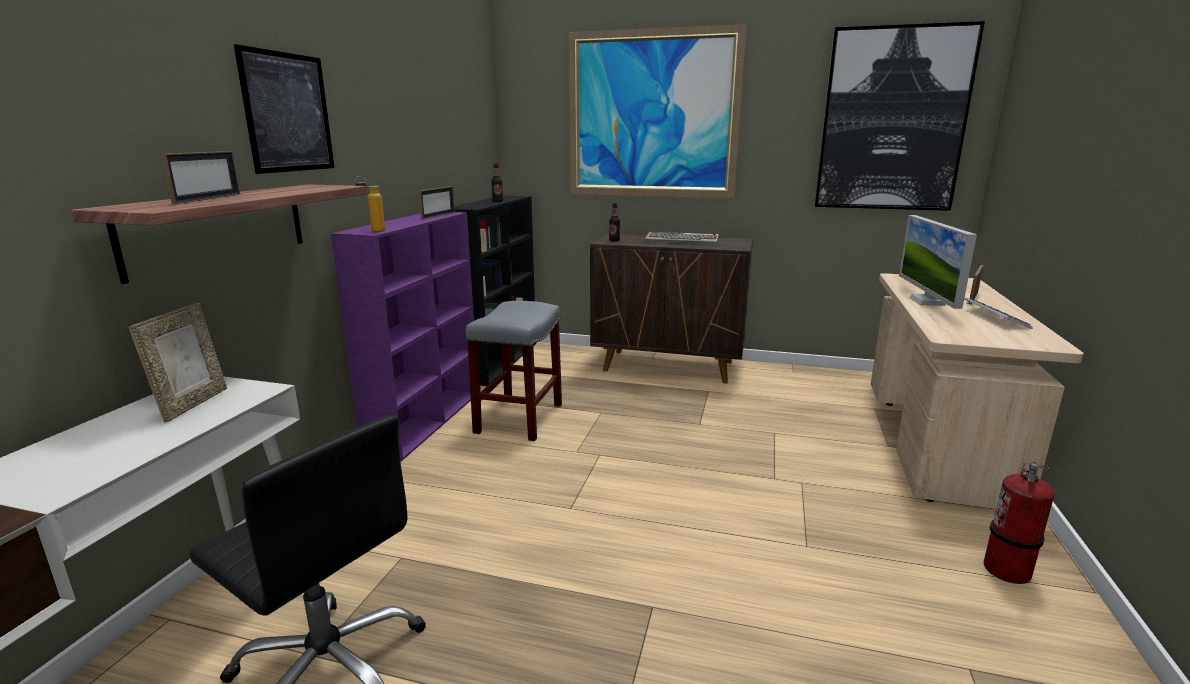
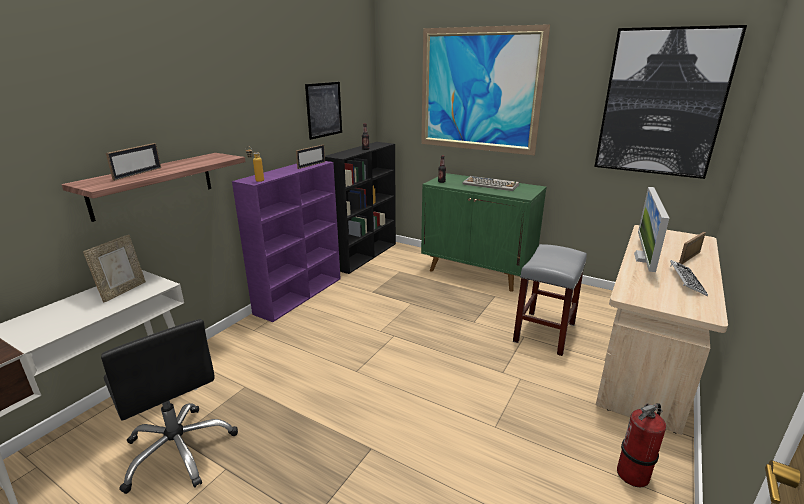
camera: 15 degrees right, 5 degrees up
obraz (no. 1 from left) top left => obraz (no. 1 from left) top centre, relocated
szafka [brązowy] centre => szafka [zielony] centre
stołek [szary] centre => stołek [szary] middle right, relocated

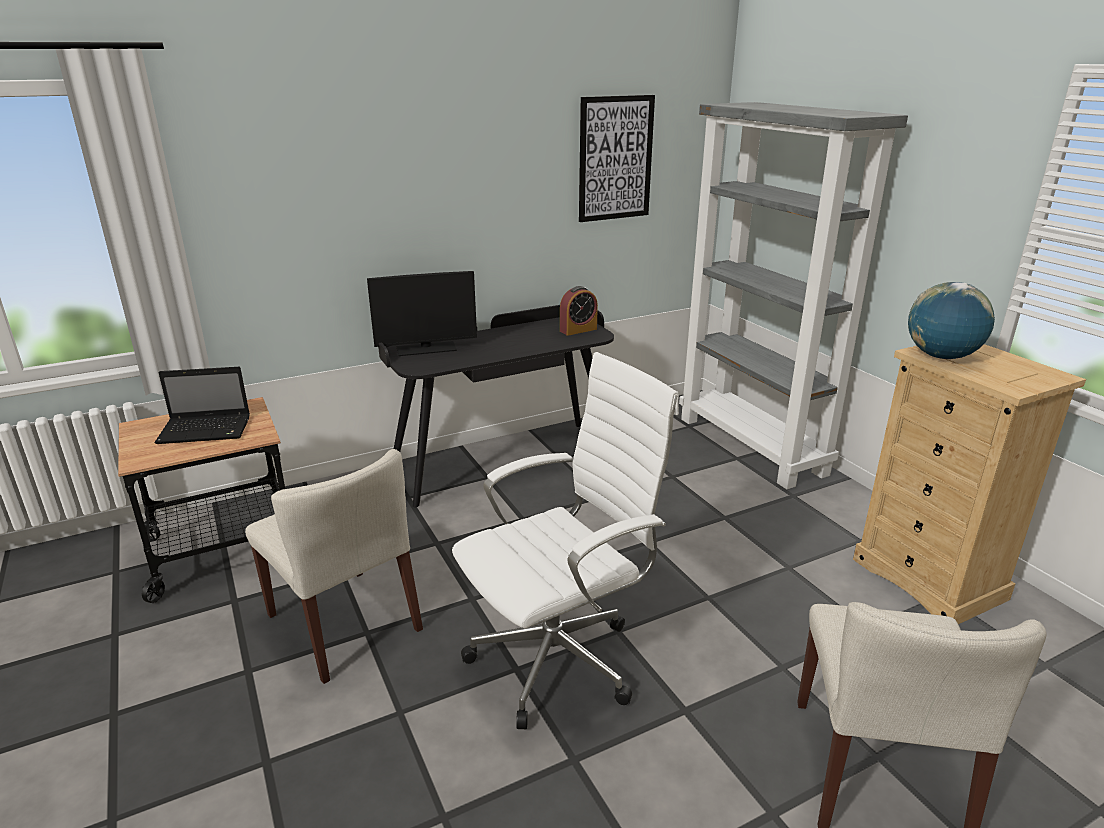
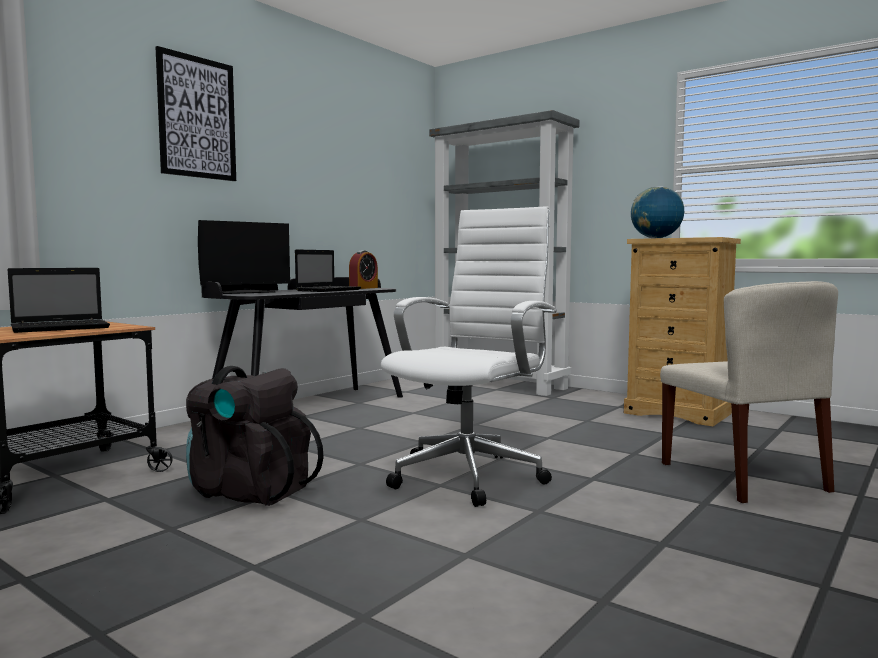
camera: 25 degrees left, 20 degrees down
obraz top centre => obraz top left, relocated
krzesło [beżowy] (no. 1 from left) bottom left => plecak [czarny] middle left
nothing => laptop (no. 2 from left) centre

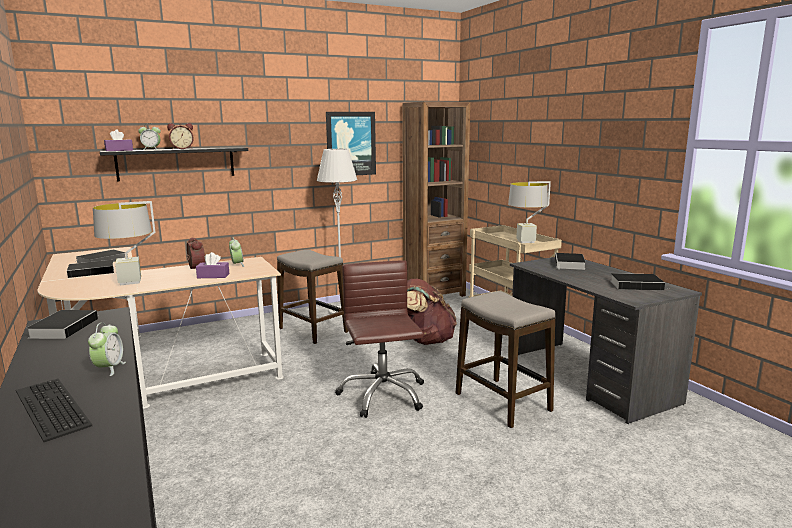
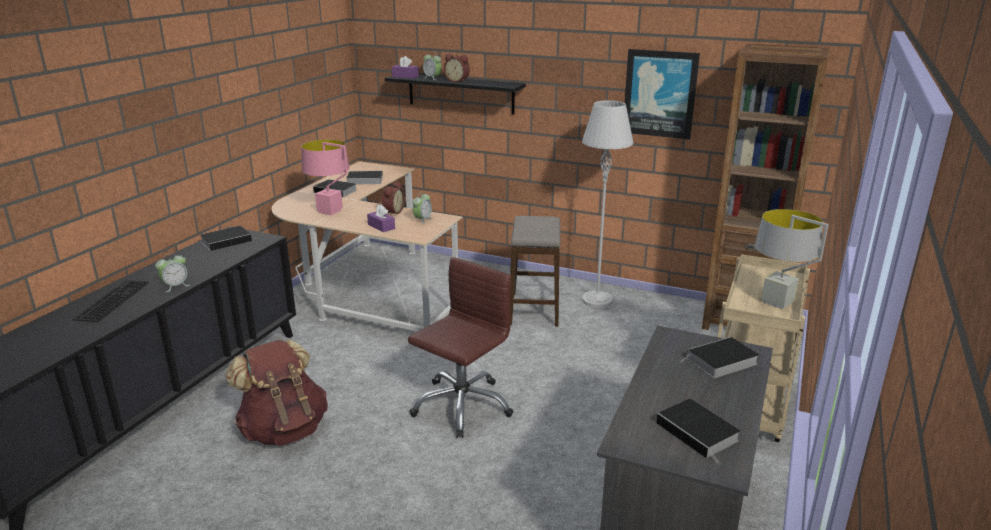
camera: 50 degrees right, 10 degrees up
lampa stołowa [szary] (no. 1 from left) middle left => lampa stołowa [różowy] middle left
plecak [brązowy] centre => plecak [brązowy] bottom left, relocated
stołek (no. 2 from left) bottom centre => nothing

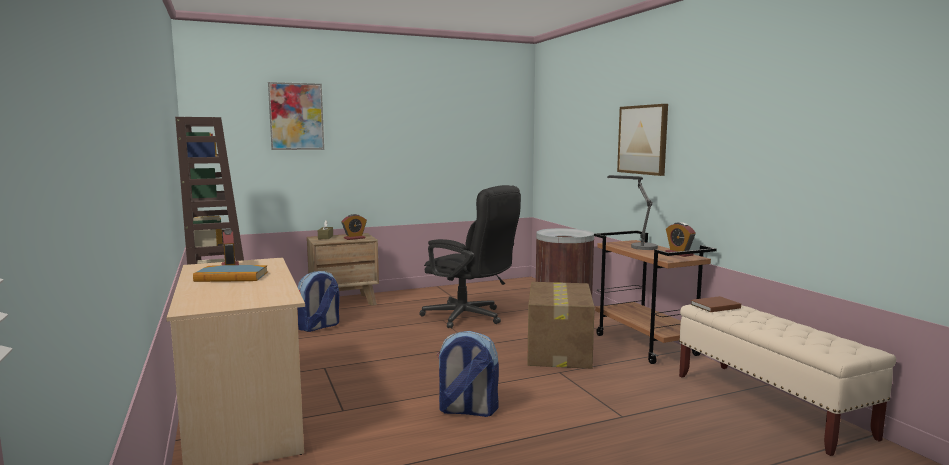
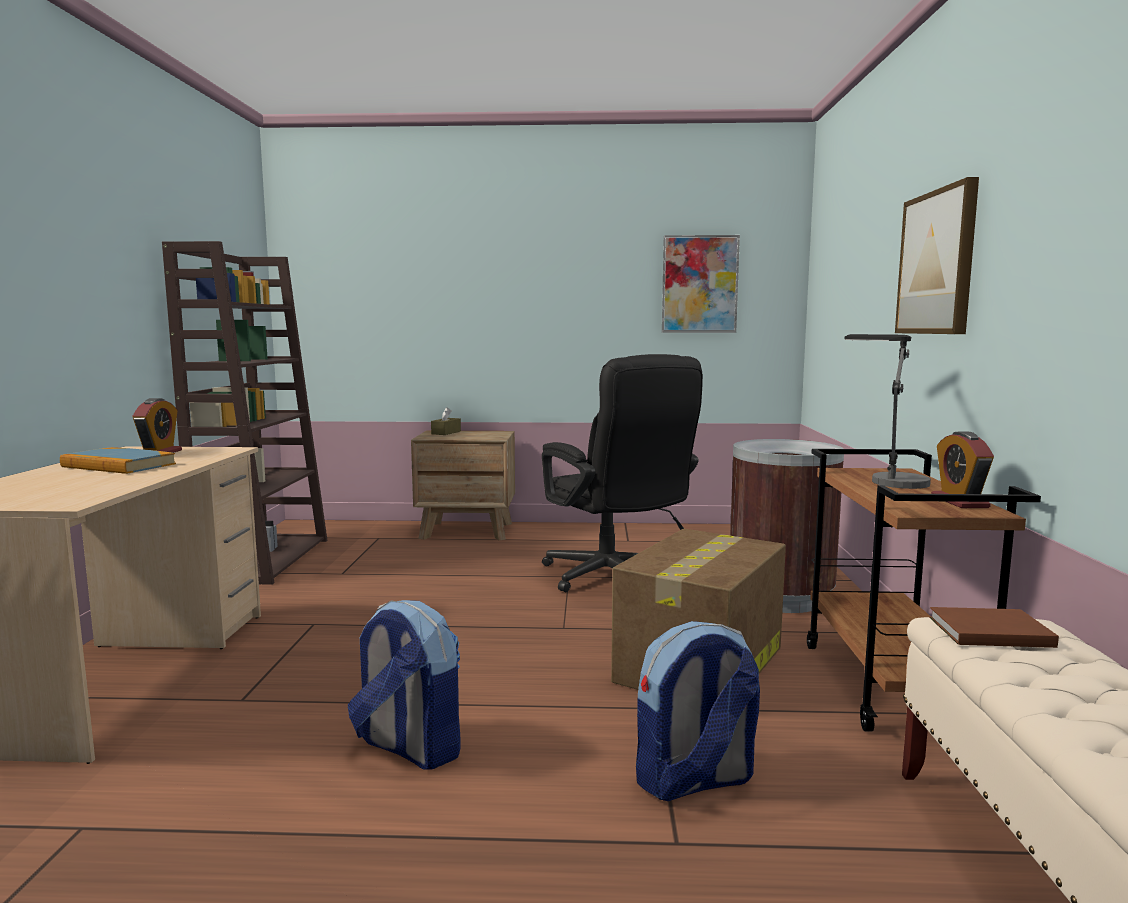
camera: 25 degrees right, 0 degrees up
obraz (no. 1 from left) top left => obraz (no. 1 from left) top centre, relocated
budzik (no. 2 from left) centre => nothing
plecak (no. 1 from left in the first image) centre => plecak (no. 2 from left) bottom centre, relocated

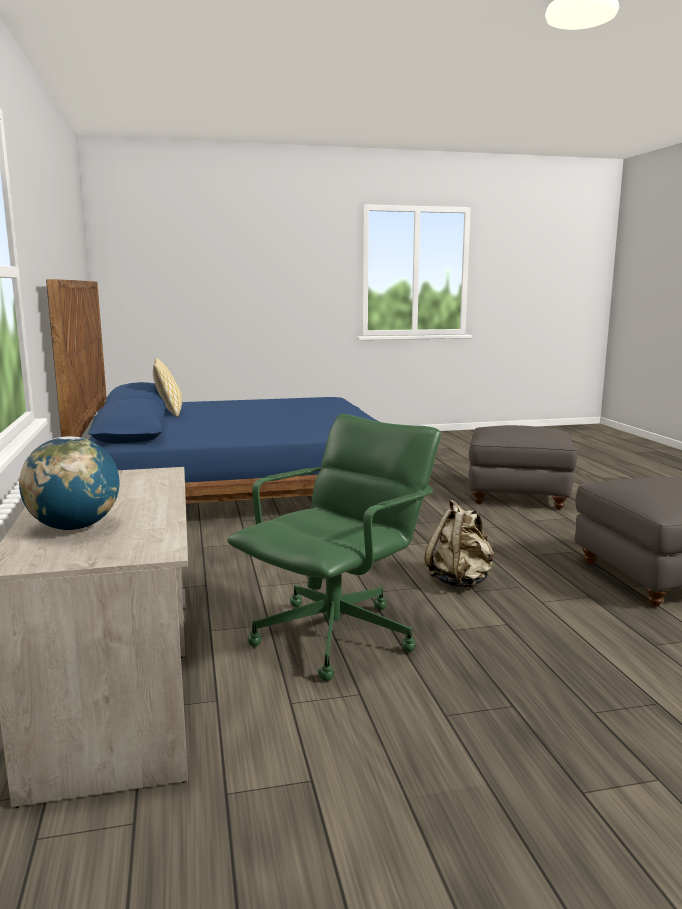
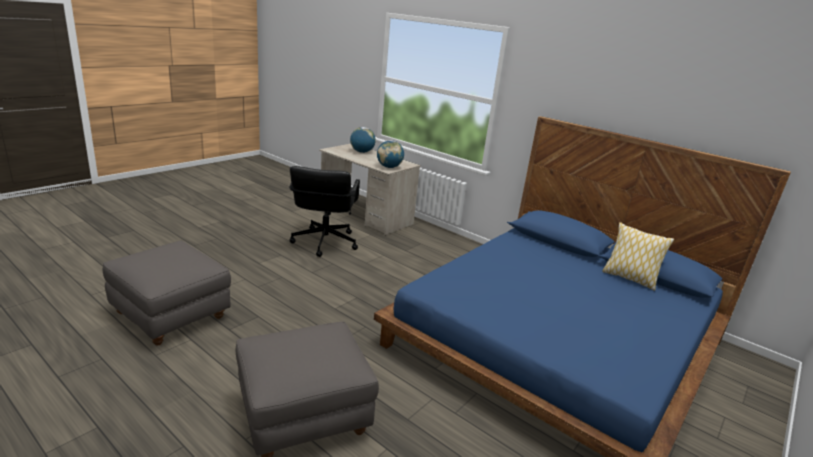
camera: 140 degrees right, 10 degrees up
krzesło biurowe [zielony] centre => krzesło biurowe [czarny] centre
plecak [beżowy] middle right => nothing
nothing => globus (no. 2 from left) centre

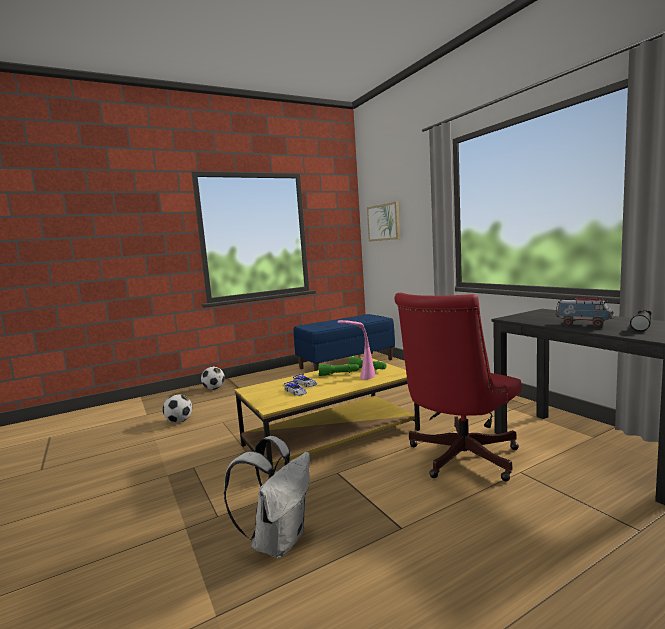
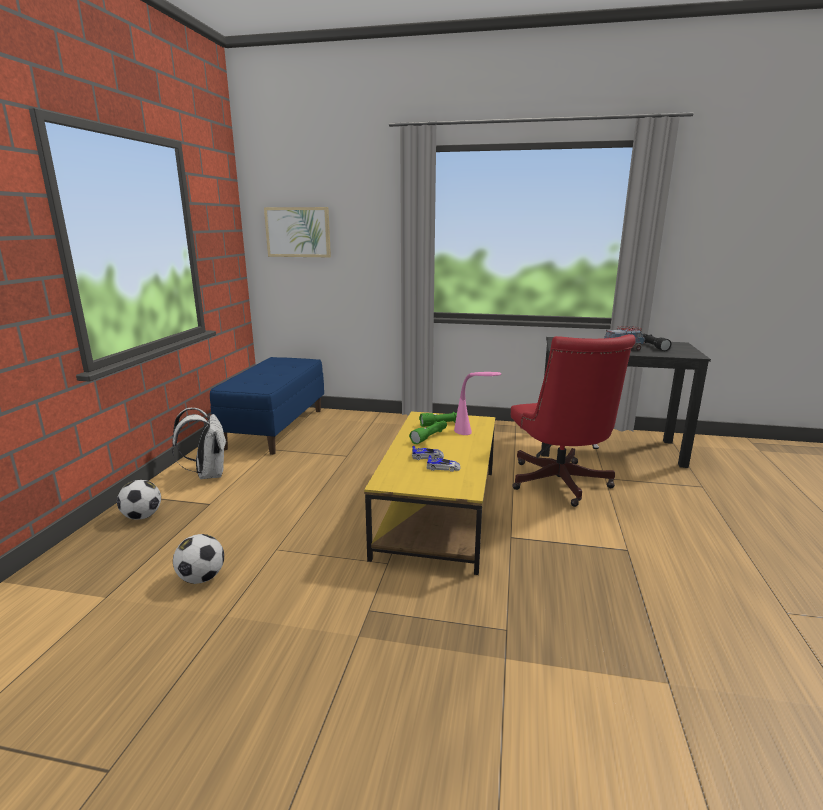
camera: 50 degrees left, 10 degrees up
plecak [biały] bottom centre => plecak [biały] middle left, relocated

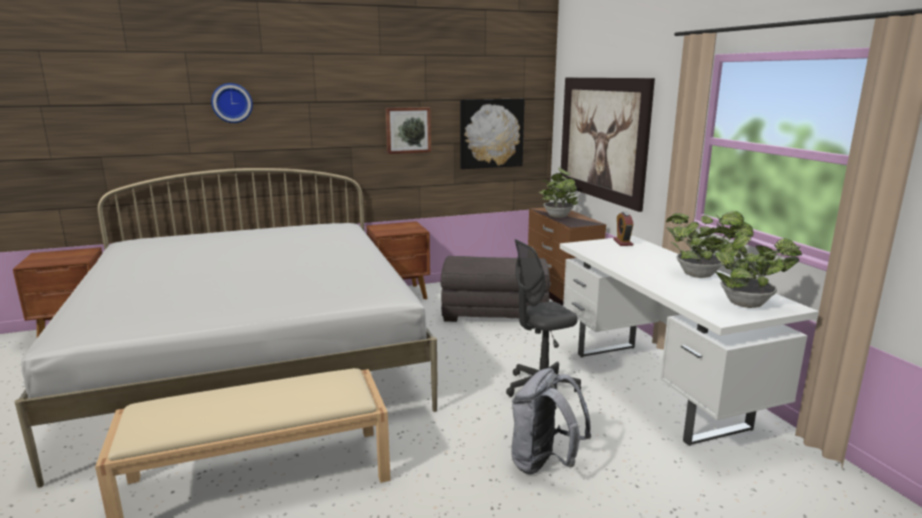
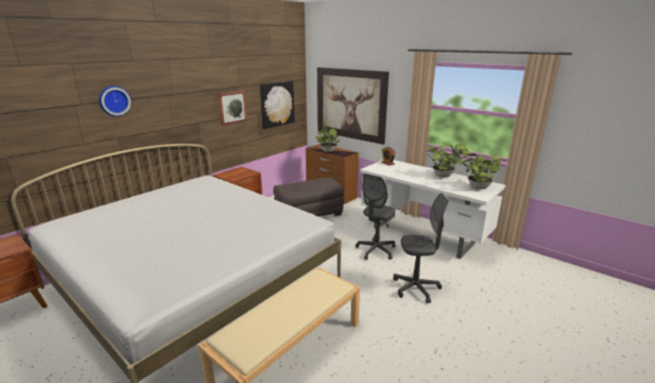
camera: 30 degrees left, 5 degrees up
plecak [szary] bottom centre => krzesło biurowe [szary] (no. 2 from left) centre

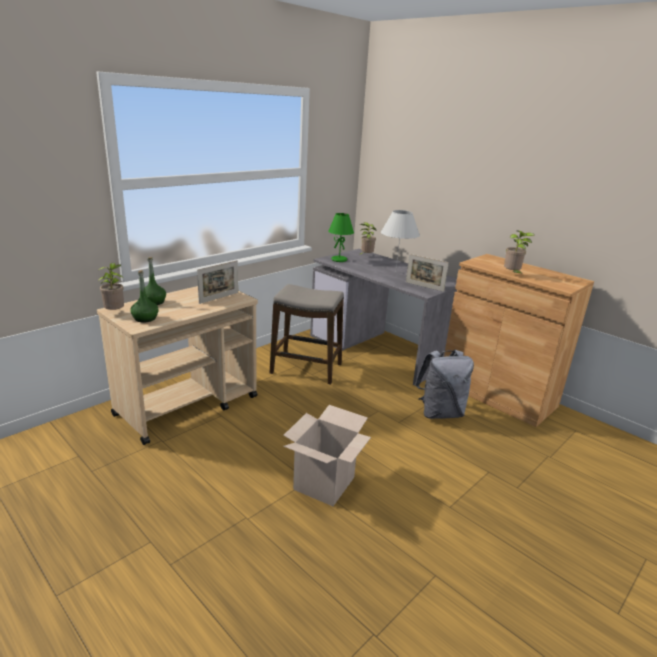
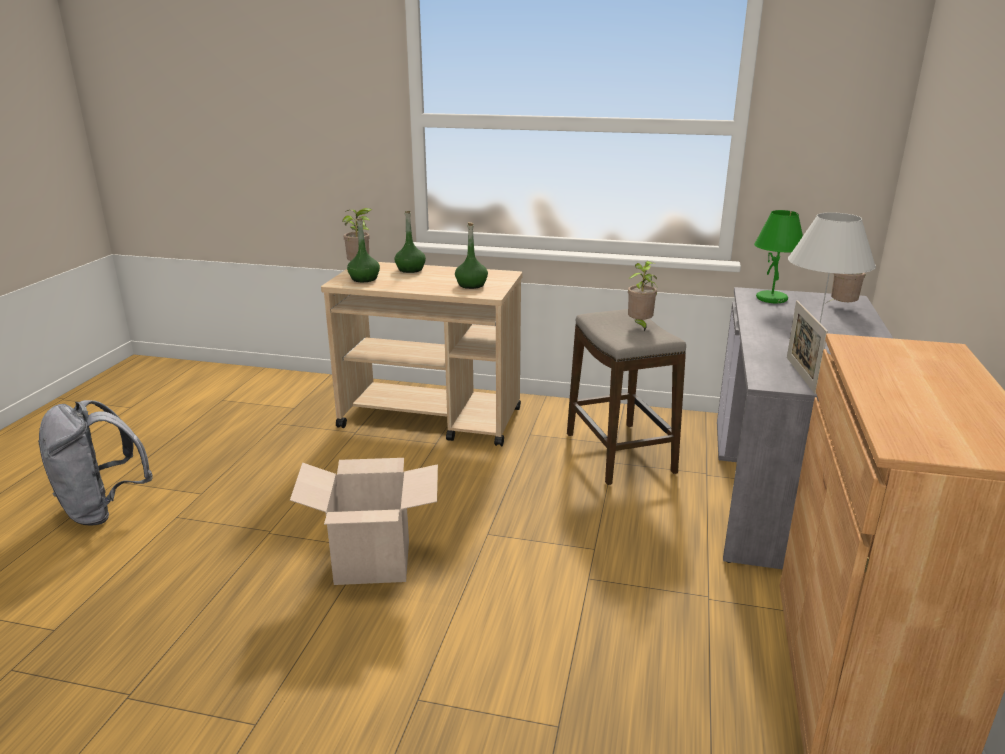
camera: 60 degrees right, 0 degrees up
roślina doniczkowa (no. 3 from left in the first image) middle right => roślina doniczkowa (no. 2 from left) centre, relocated
ramka na zdjęcie (no. 1 from left) middle left => butelka [zielony] (no. 3 from left) centre
plecak [szary] middle right => plecak [szary] middle left, relocated

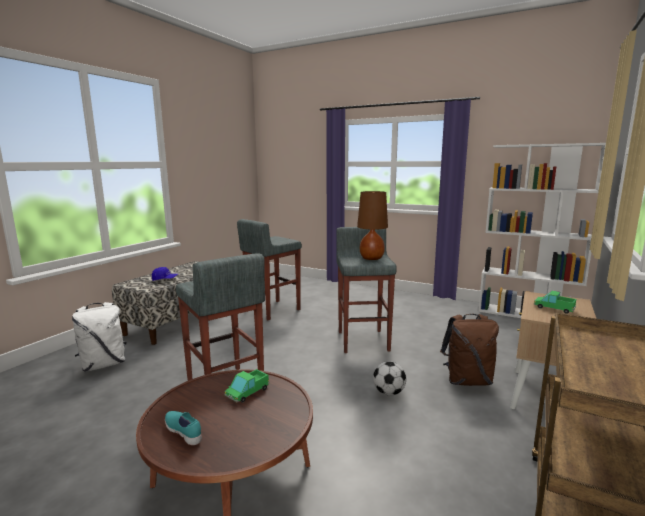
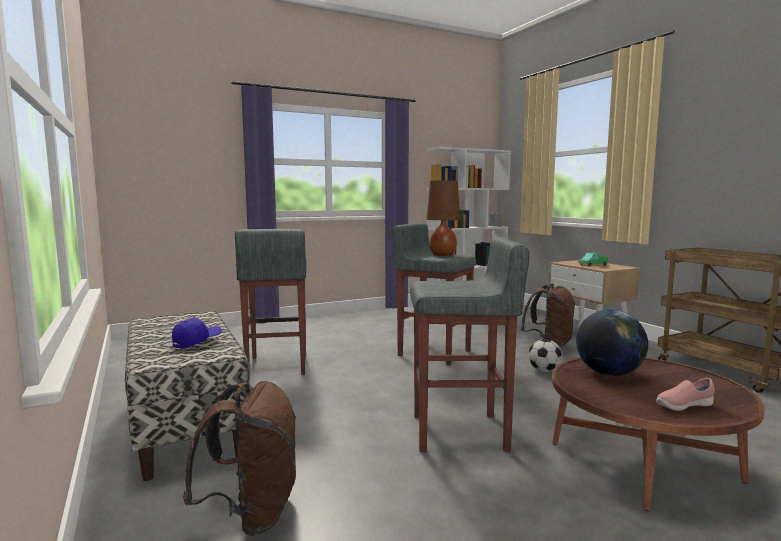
camera: 55 degrees left, 5 degrees down
plecak [biały] middle left => plecak [brązowy] (no. 1 from left) bottom left
ciężarówka zabawkowa (no. 1 from left) bottom centre => globus middle right
but [turkusowy] bottom left => but [różowy] bottom right

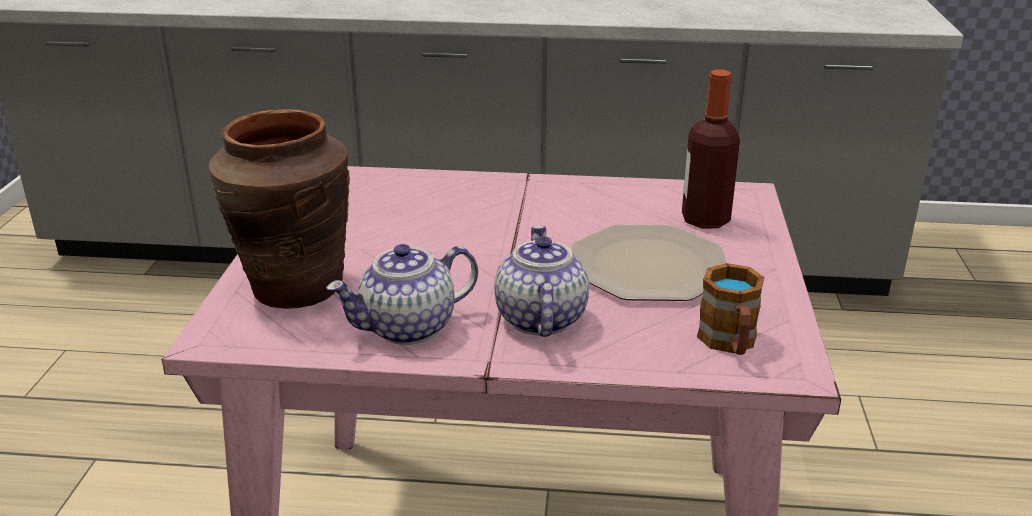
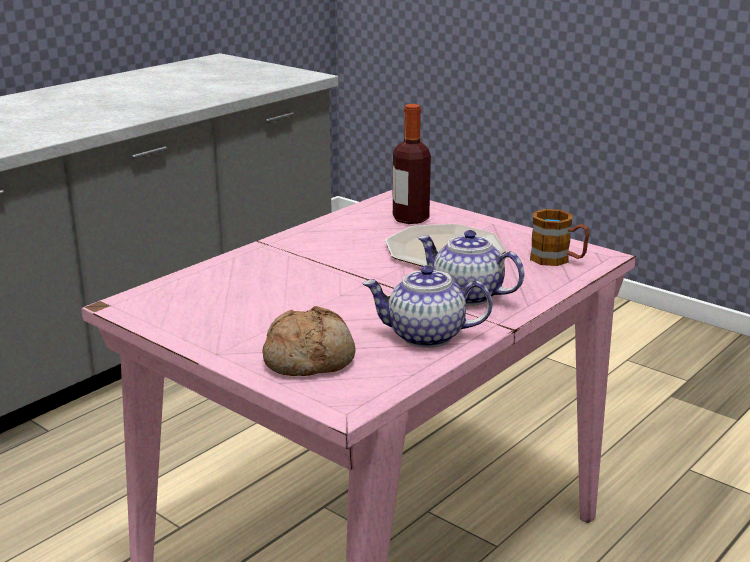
camera: 55 degrees left, 5 degrees down
wazon [brązowy] middle left => chleb centre
imbryk (no. 1 from left) centre, 90 degrees clockwise

